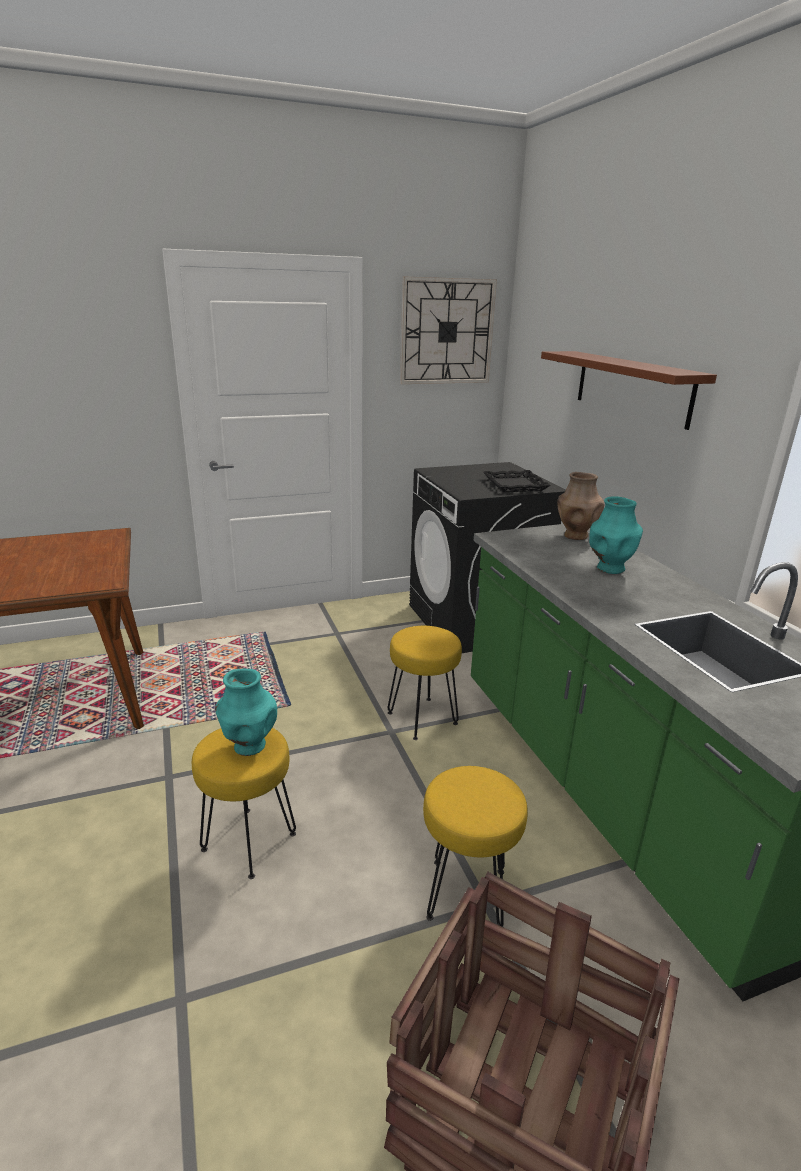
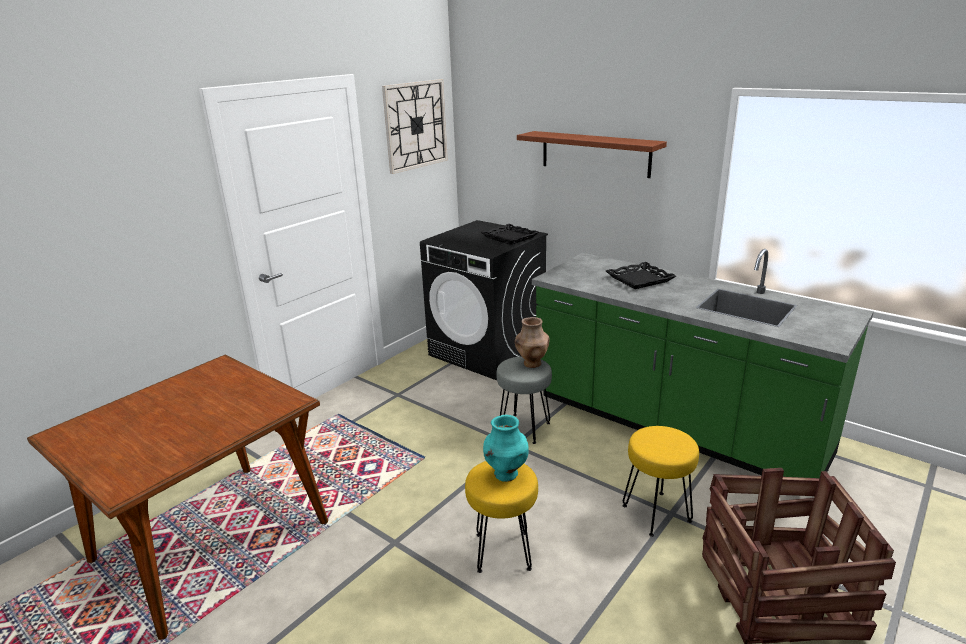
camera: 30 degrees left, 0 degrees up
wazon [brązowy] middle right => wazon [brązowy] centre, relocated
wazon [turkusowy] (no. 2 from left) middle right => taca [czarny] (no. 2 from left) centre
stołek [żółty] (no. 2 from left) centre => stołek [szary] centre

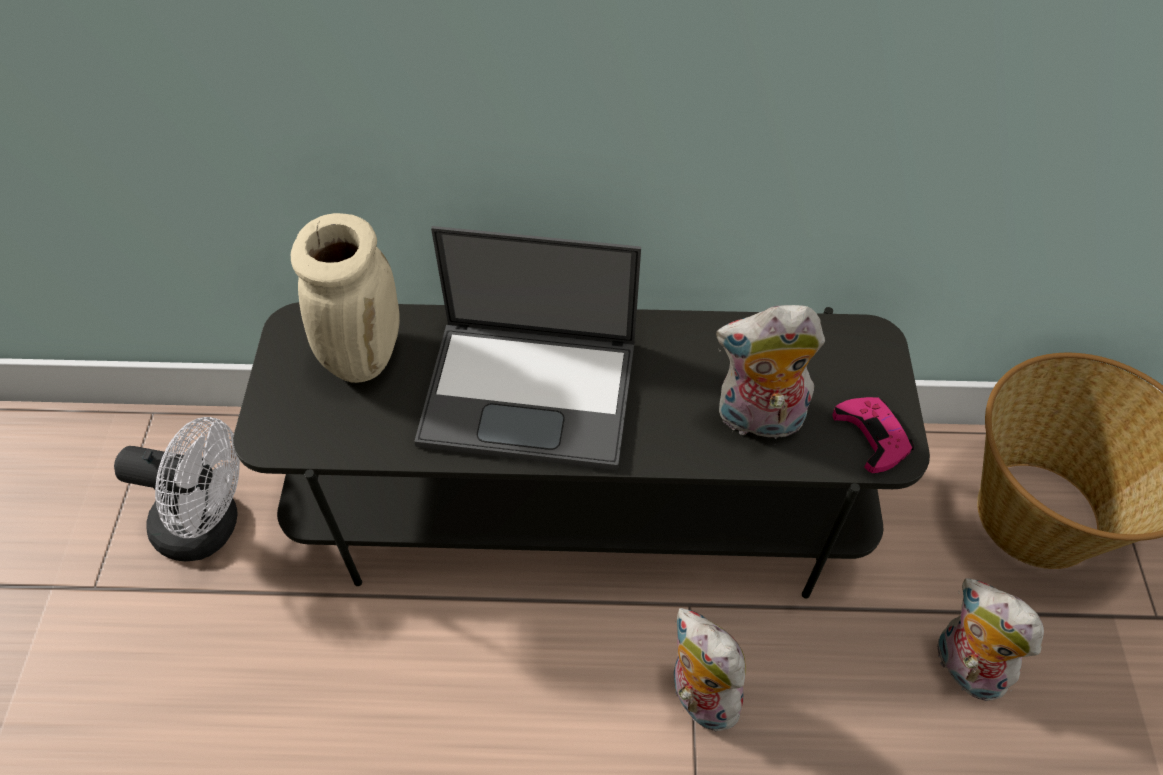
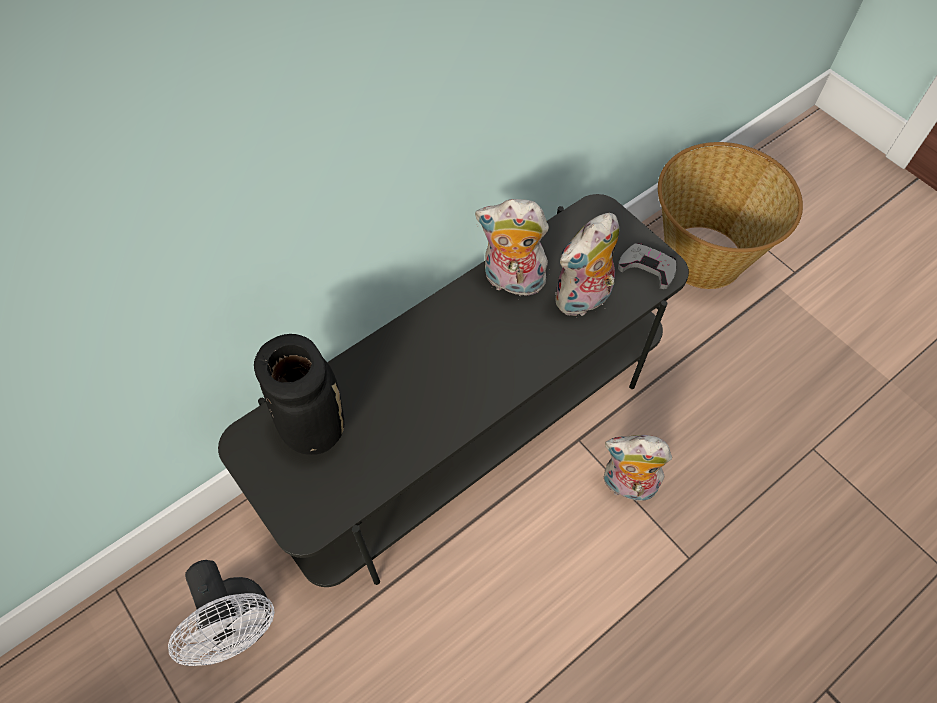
camera: 40 degrees left, 5 degrees up
wazon [beżowy] middle left => wazon [czarny] middle left
laptop centre => nothing
pad do gier [różowy] middle right => pad do gier [szary] middle right
wentylator [biały] middle left => wentylator [biały] bottom left, 90 degrees clockwise
pluszak (no. 3 from left in the first image) bottom right => pluszak (no. 1 from left) centre, relocated

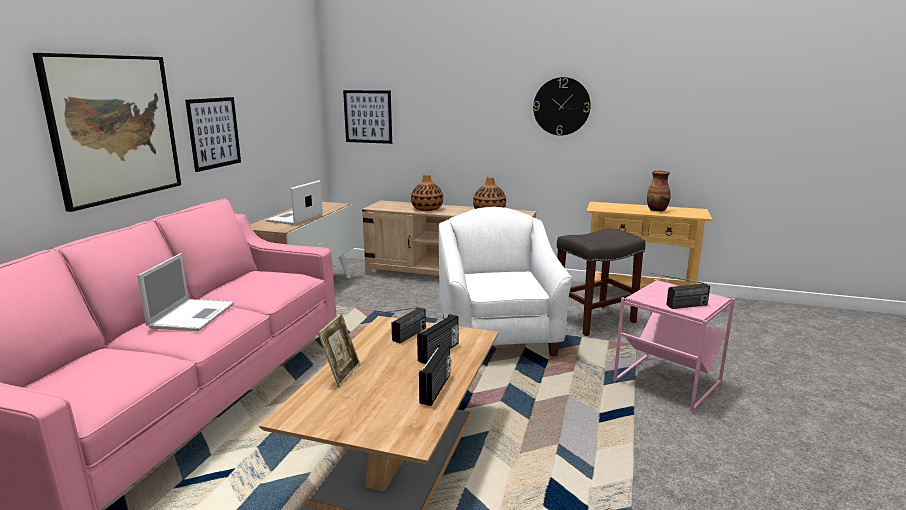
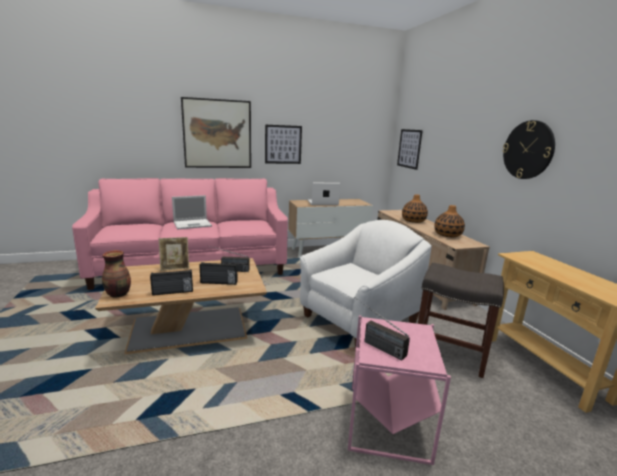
camera: 55 degrees right, 0 degrees up
wazon (no. 3 from left in the first image) middle right => wazon (no. 1 from left) middle left, relocated

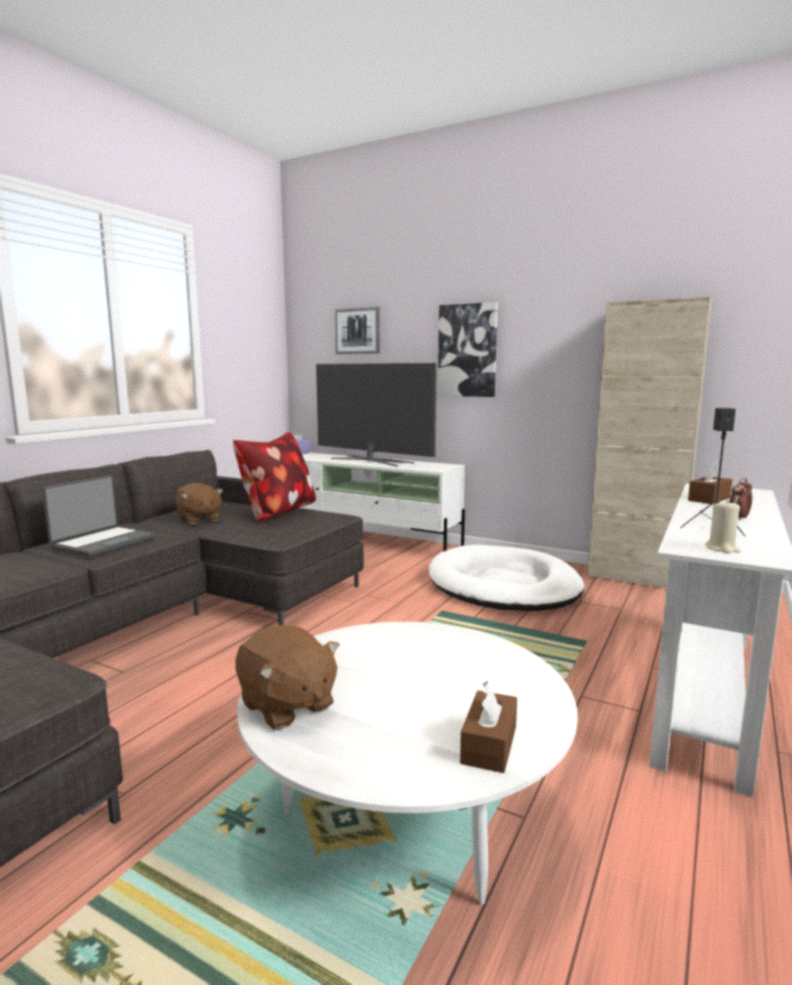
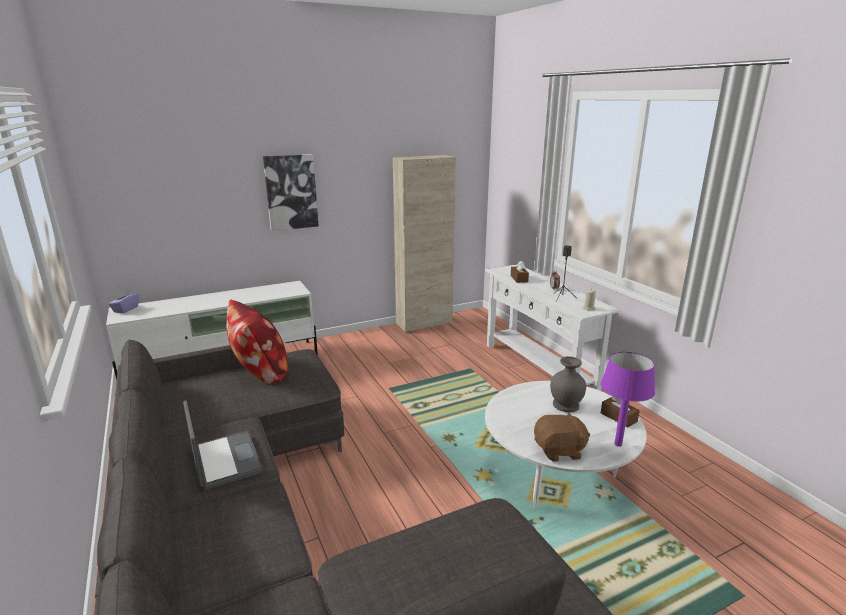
camera: 55 degrees left, 10 degrees up
obraz (no. 1 from left) centre => nothing
telewizor centre => nothing
pluszak [brązowy] (no. 1 from left) middle left => nothing
legowisko [biały] centre => nothing
nothing => lampa stołowa [fioletowy] middle right
nothing => wazon [szary] middle right

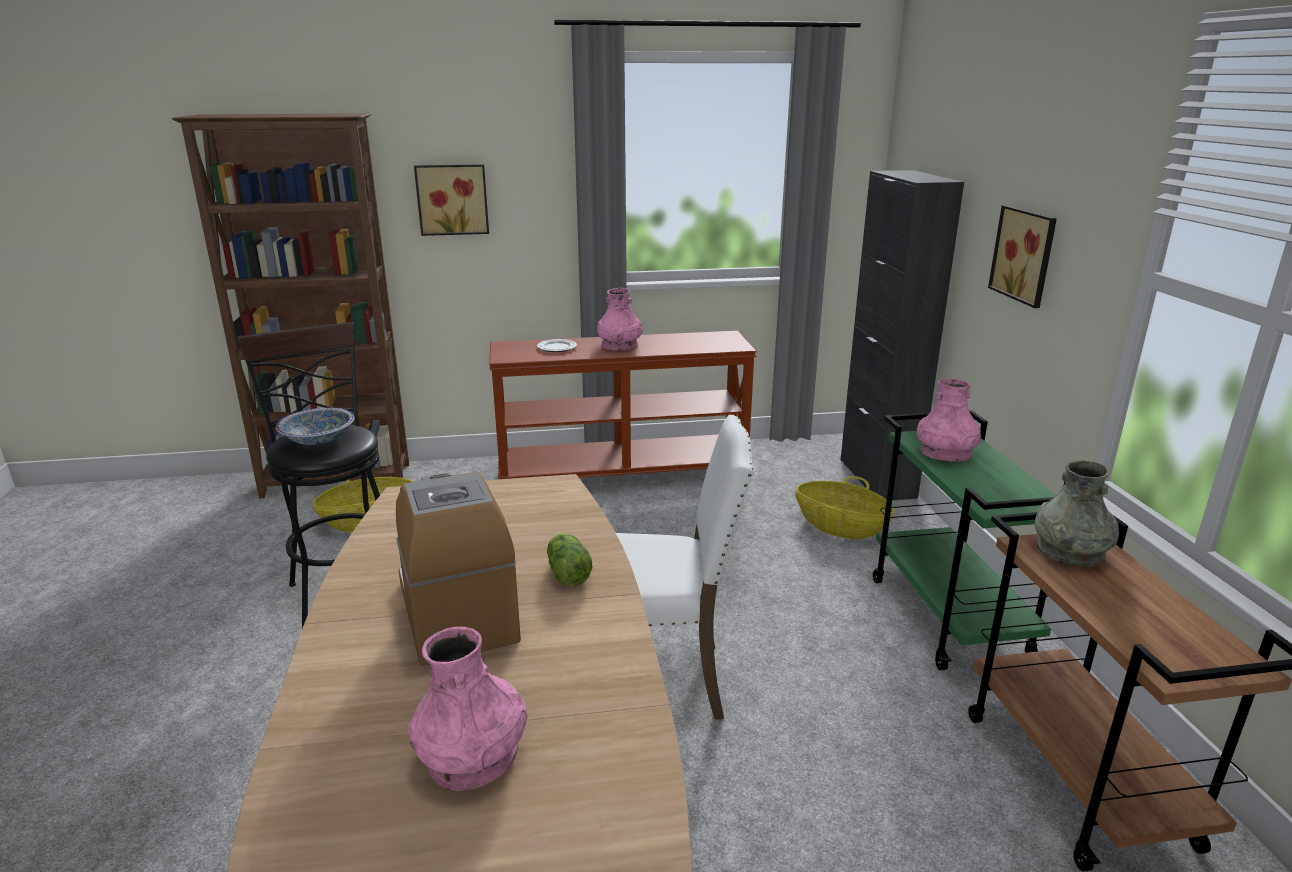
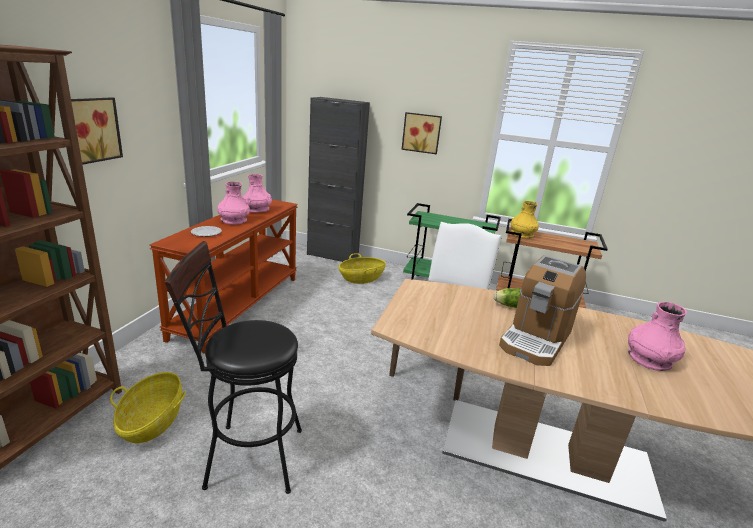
camera: 65 degrees left, 0 degrees up
wazon [różowy] (no. 3 from left in the first image) middle right => wazon [różowy] (no. 2 from left) centre, relocated
miska middle left => nothing
wazon [szary] middle right => wazon [żółty] middle right
ekspres do kawy centre => ekspres do kawy middle right, 60 degrees counterclockwise

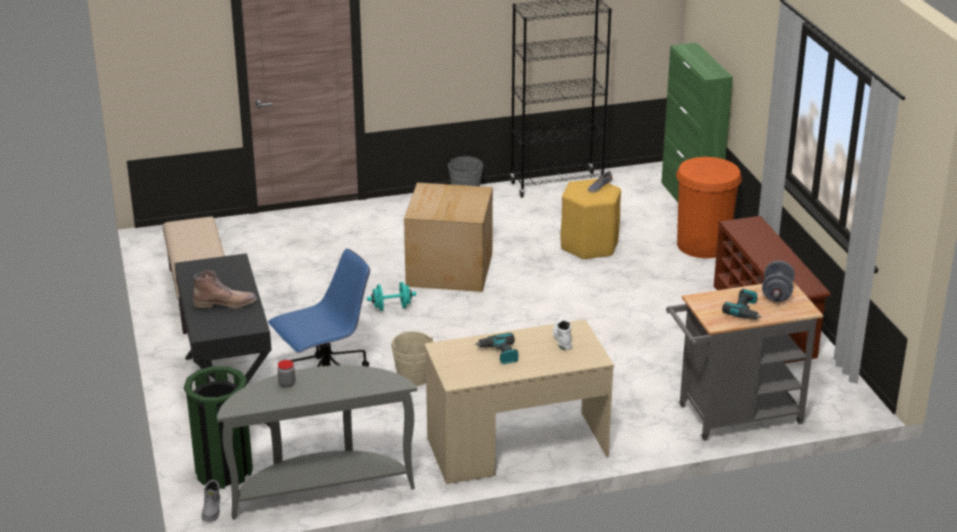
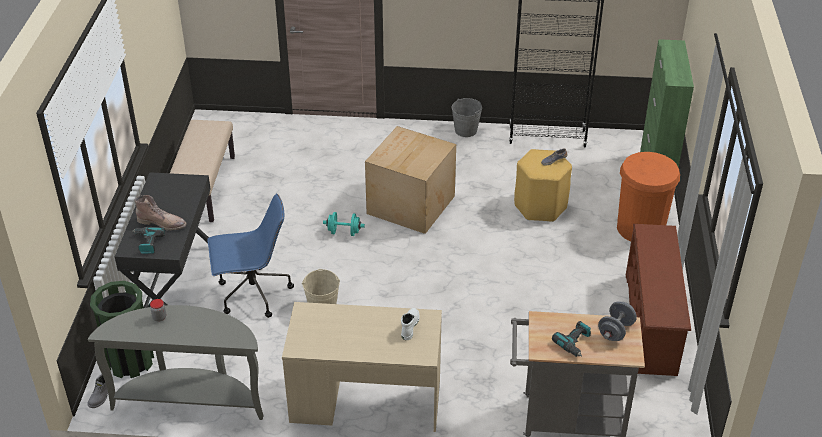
camera: 20 degrees right, 10 degrees up
wiertarka (no. 1 from left) centre => wiertarka (no. 1 from left) middle left, relocated

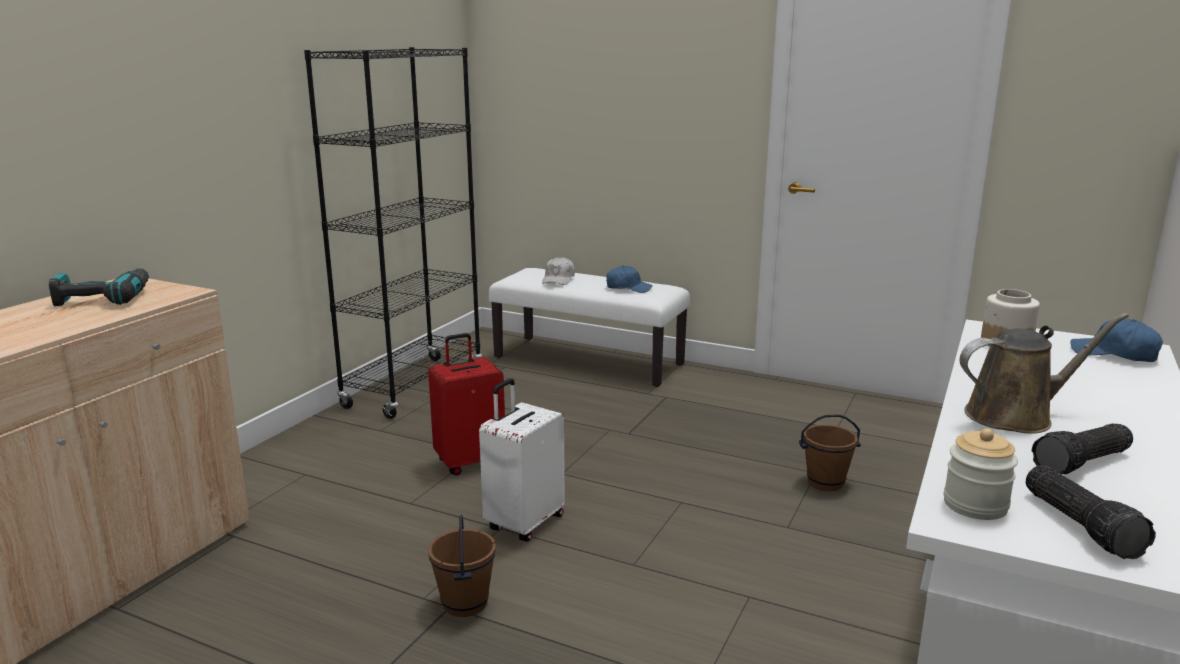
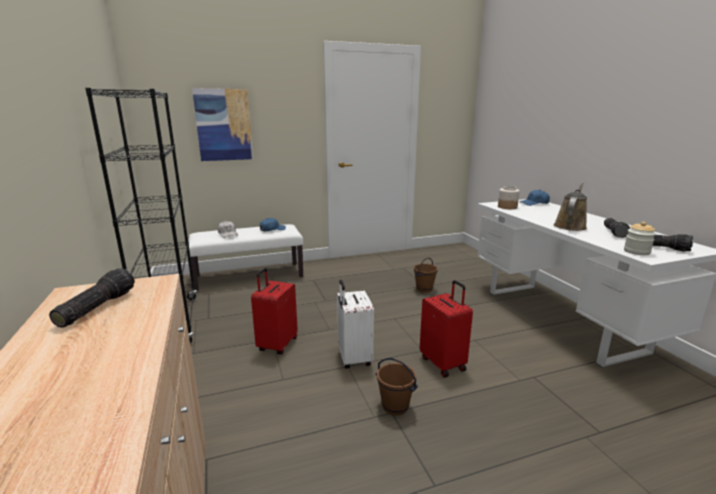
camera: 45 degrees left, 0 degrees up
wiertarka middle left => latarka (no. 1 from left) middle left
nothing => obraz top left
nothing => walizka [czerwony] (no. 2 from left) centre

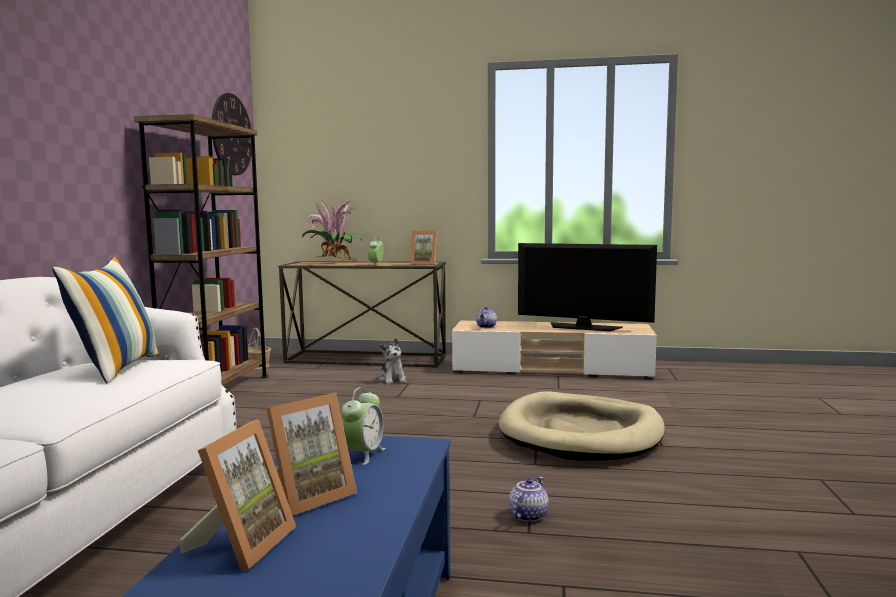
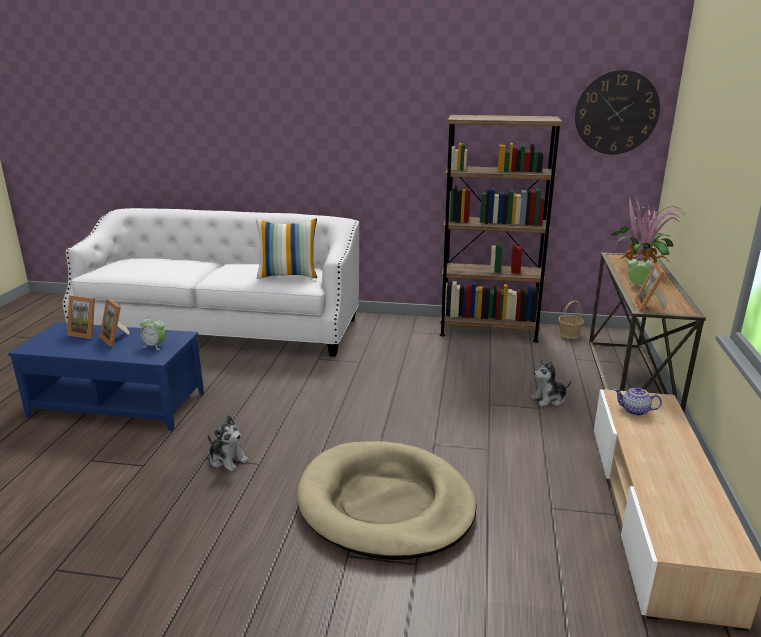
camera: 90 degrees right, 15 degrees up
telewizor centre => nothing
imbryk (no. 2 from left) bottom centre => pluszak (no. 1 from left) bottom left

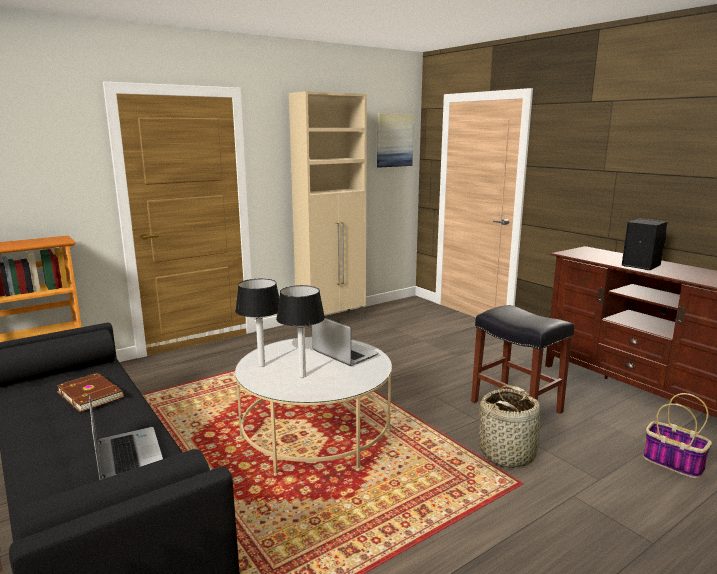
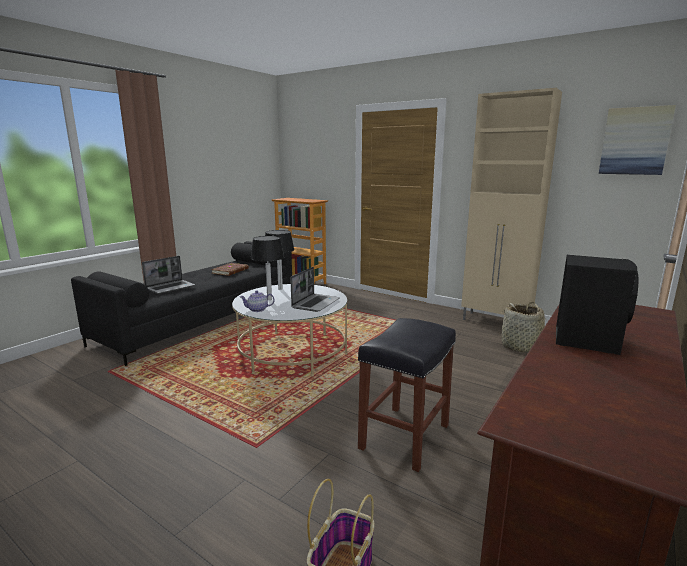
camera: 70 degrees right, 0 degrees up
koszyk (no. 1 from left in the first image) bottom right => koszyk (no. 2 from left) middle right, relocated
nothing => imbryk centre

